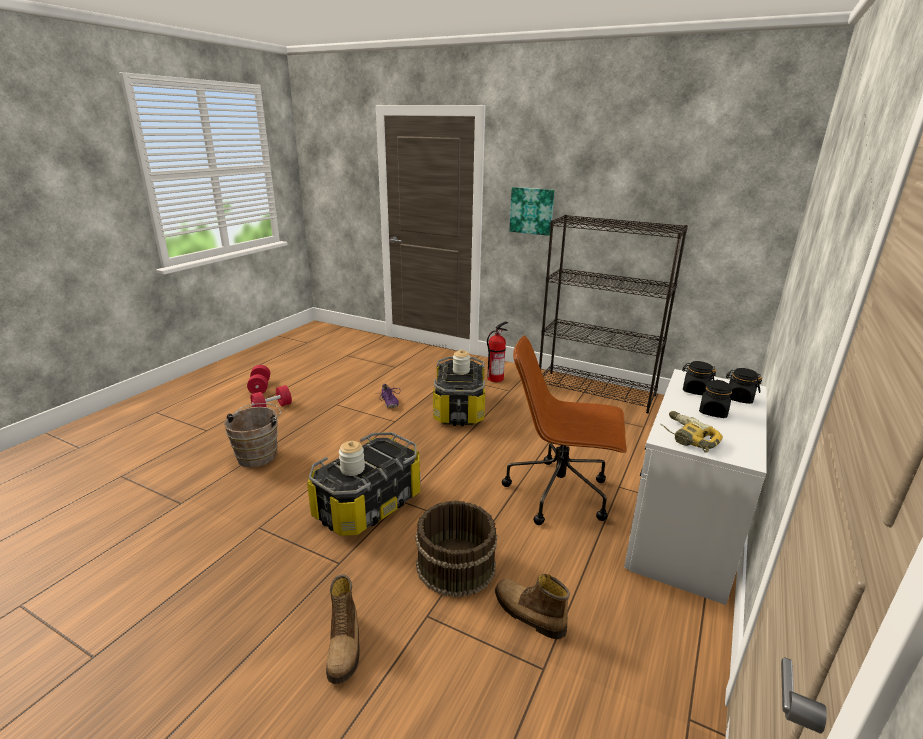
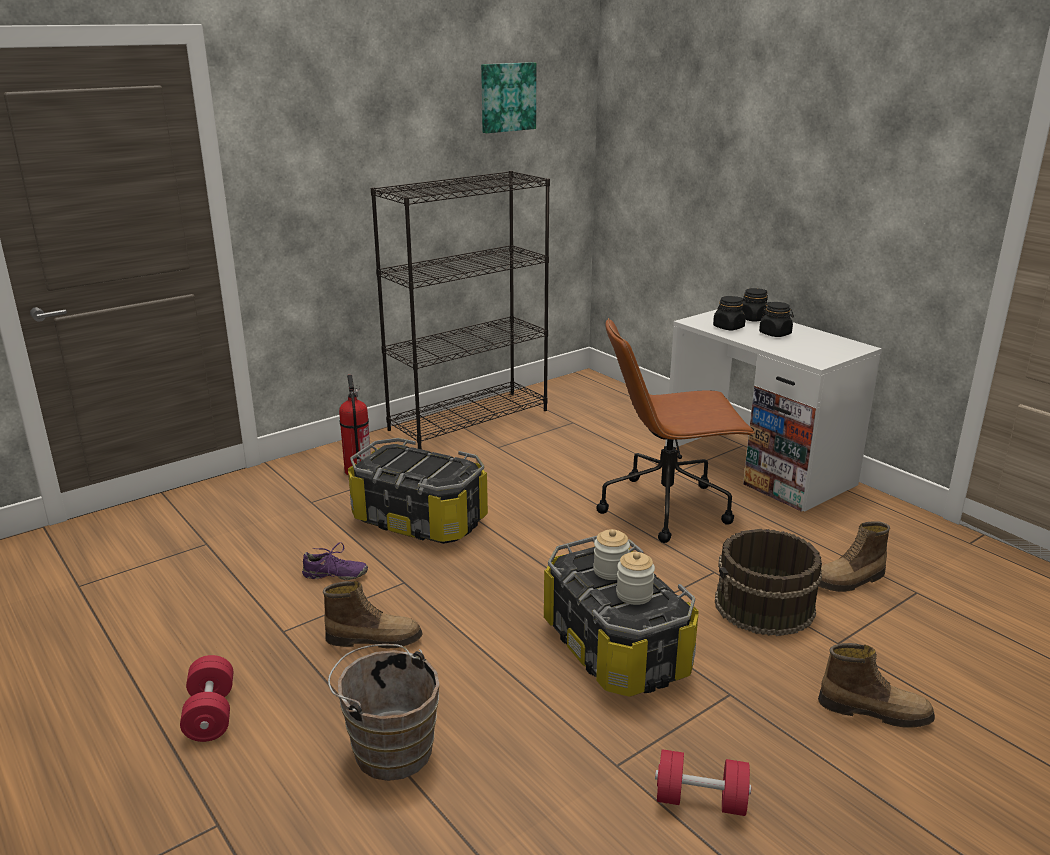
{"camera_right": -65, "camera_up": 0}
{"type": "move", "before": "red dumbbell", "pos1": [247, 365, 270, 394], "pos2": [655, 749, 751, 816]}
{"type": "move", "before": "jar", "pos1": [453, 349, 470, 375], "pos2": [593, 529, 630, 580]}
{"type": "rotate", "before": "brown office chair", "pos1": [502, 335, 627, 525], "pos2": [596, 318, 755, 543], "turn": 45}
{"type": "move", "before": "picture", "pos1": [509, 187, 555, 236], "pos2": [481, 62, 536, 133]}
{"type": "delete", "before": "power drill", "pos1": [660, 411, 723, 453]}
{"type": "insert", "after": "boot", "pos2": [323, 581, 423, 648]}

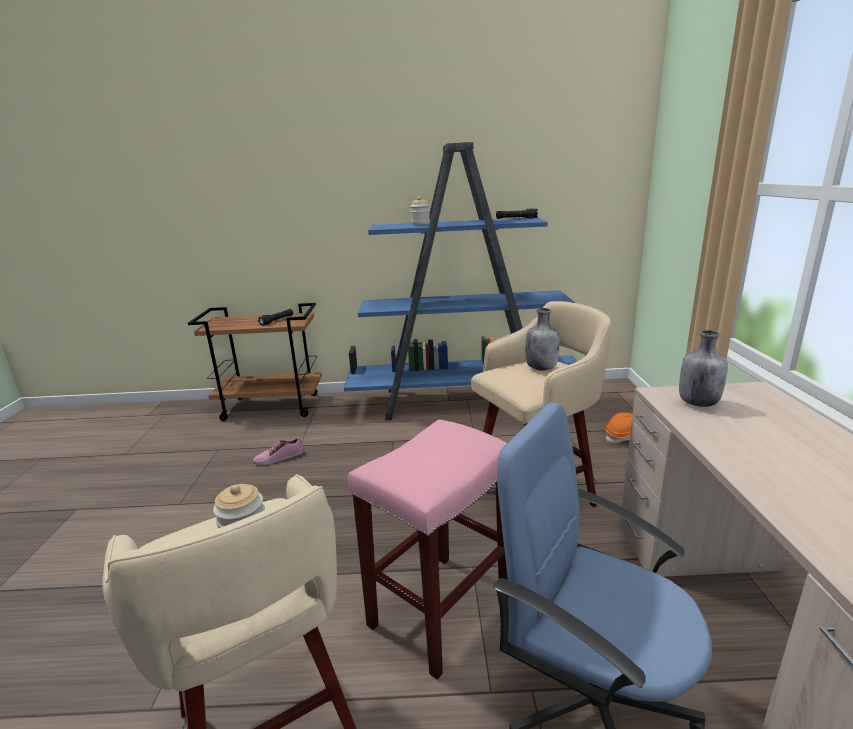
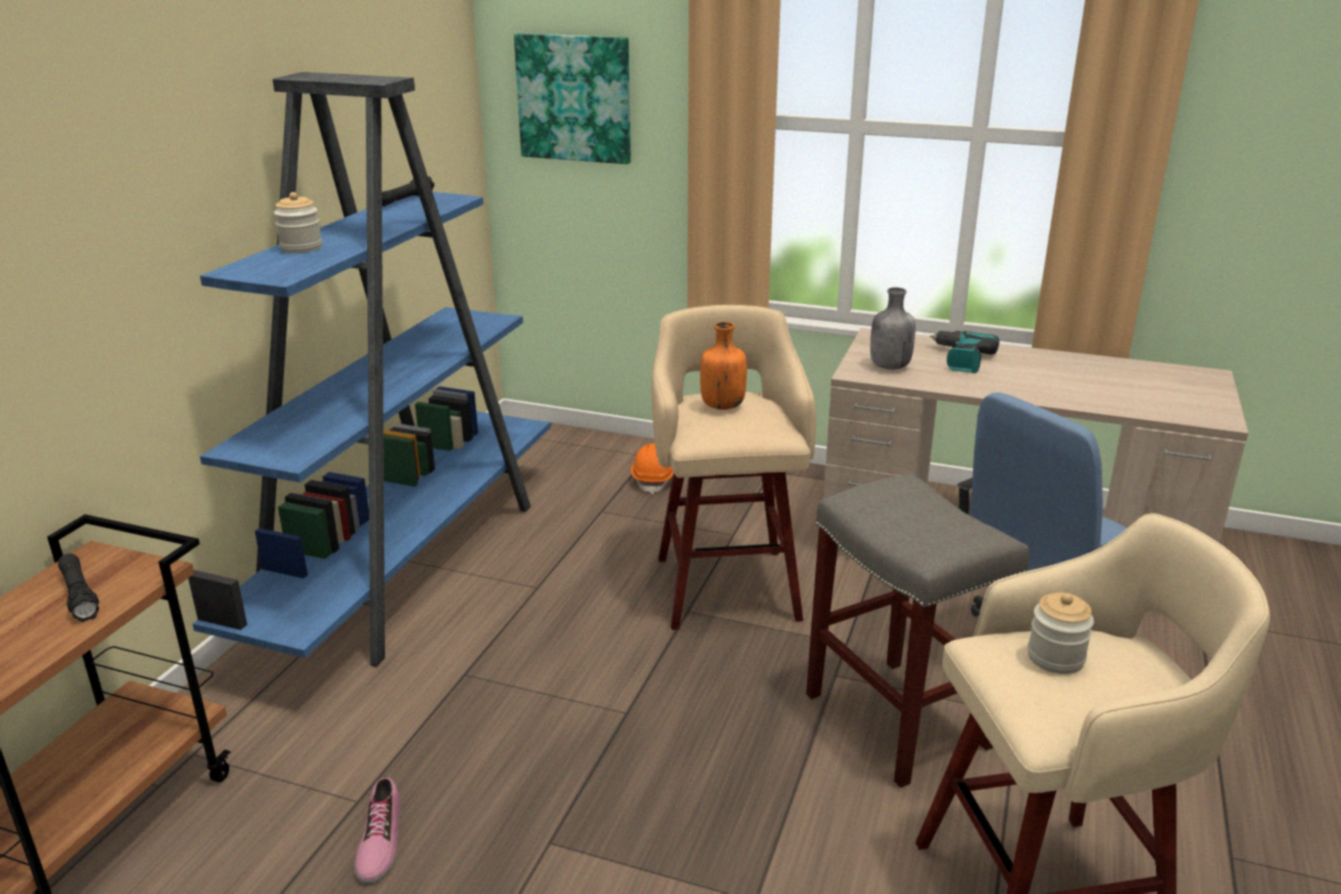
{"camera_right": -70, "camera_up": 5}
{"type": "recolor", "before": "pink stool", "after": "grey stool", "pos1": [348, 419, 510, 680], "pos2": [806, 474, 1029, 788]}
{"type": "recolor", "before": "grey bottle", "after": "orange bottle", "pos1": [526, 308, 560, 371], "pos2": [700, 322, 747, 410]}
{"type": "insert", "after": "picture", "pos2": [514, 33, 631, 164]}
{"type": "insert", "after": "power drill", "pos2": [930, 331, 999, 373]}

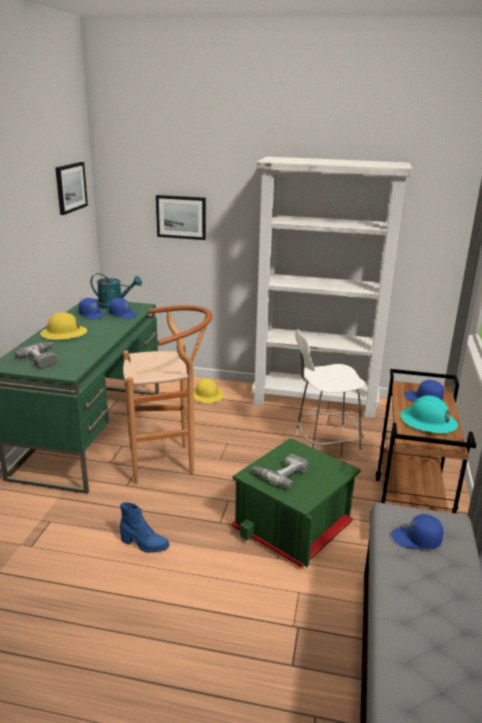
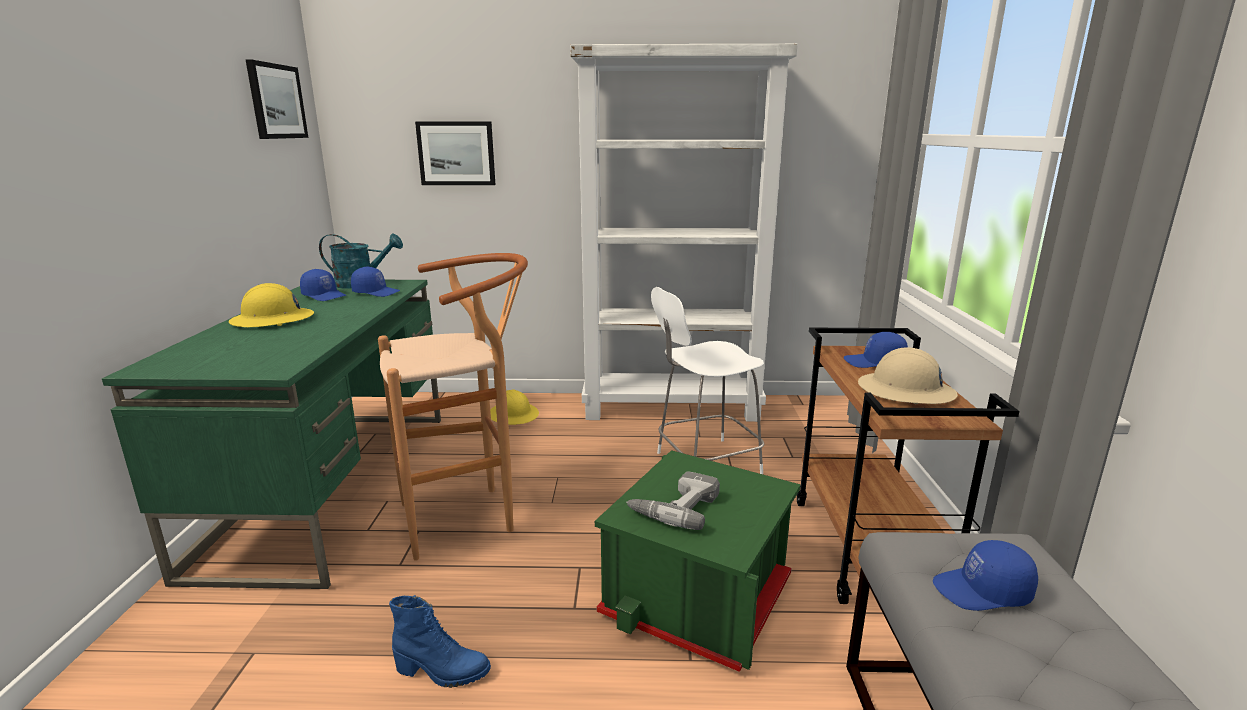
{"camera_right": -10, "camera_up": -5}
{"type": "delete", "before": "power drill", "pos1": [15, 342, 58, 369]}
{"type": "recolor", "before": "turquoise hard hat", "after": "beige hard hat", "pos1": [401, 396, 458, 433], "pos2": [858, 347, 958, 404]}

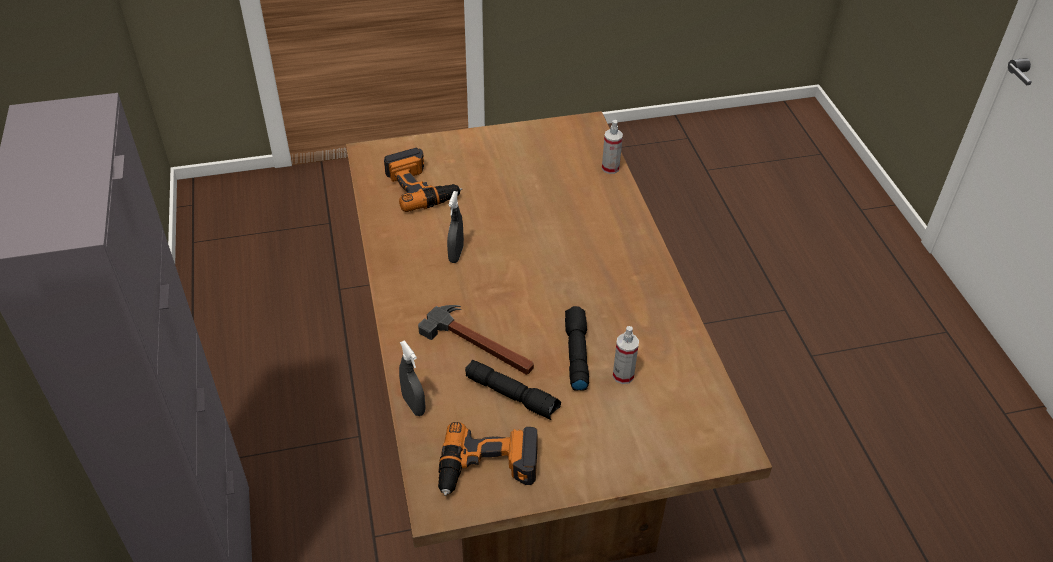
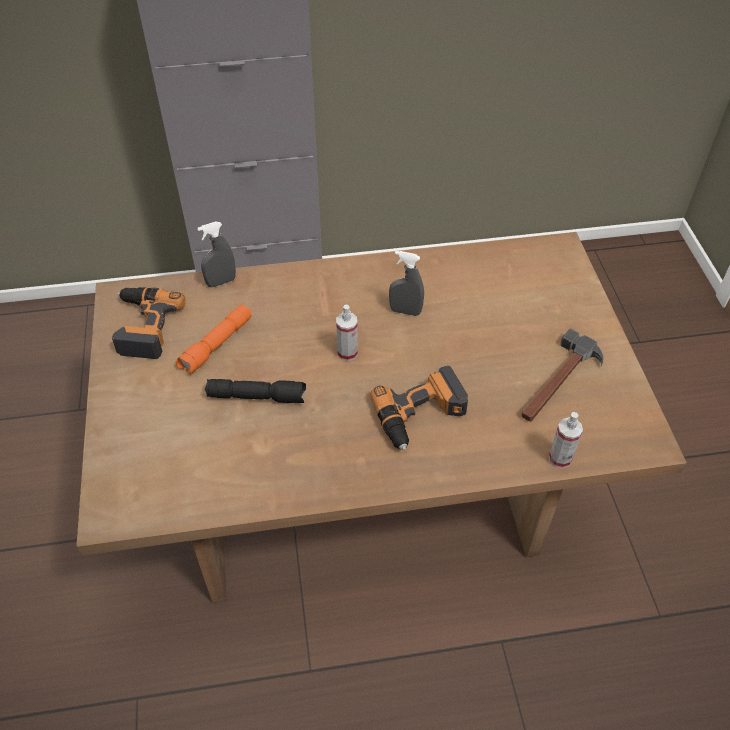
{"camera_right": 95, "camera_up": 5}
{"type": "move", "before": "power drill", "pos1": [384, 148, 462, 212], "pos2": [370, 366, 468, 450]}
{"type": "move", "before": "hammer", "pos1": [418, 305, 534, 375], "pos2": [521, 329, 604, 422]}
{"type": "recolor", "before": "black flashlight", "after": "orange flashlight", "pos1": [465, 360, 561, 420], "pos2": [176, 304, 252, 375]}
{"type": "move", "before": "spray bottle", "pos1": [613, 326, 639, 384], "pos2": [336, 305, 358, 361]}

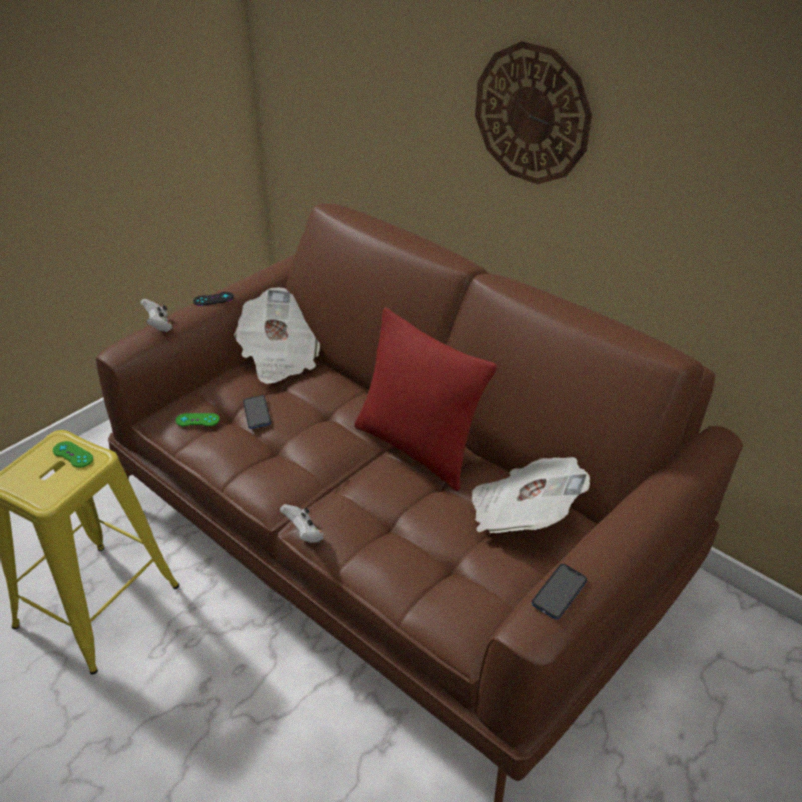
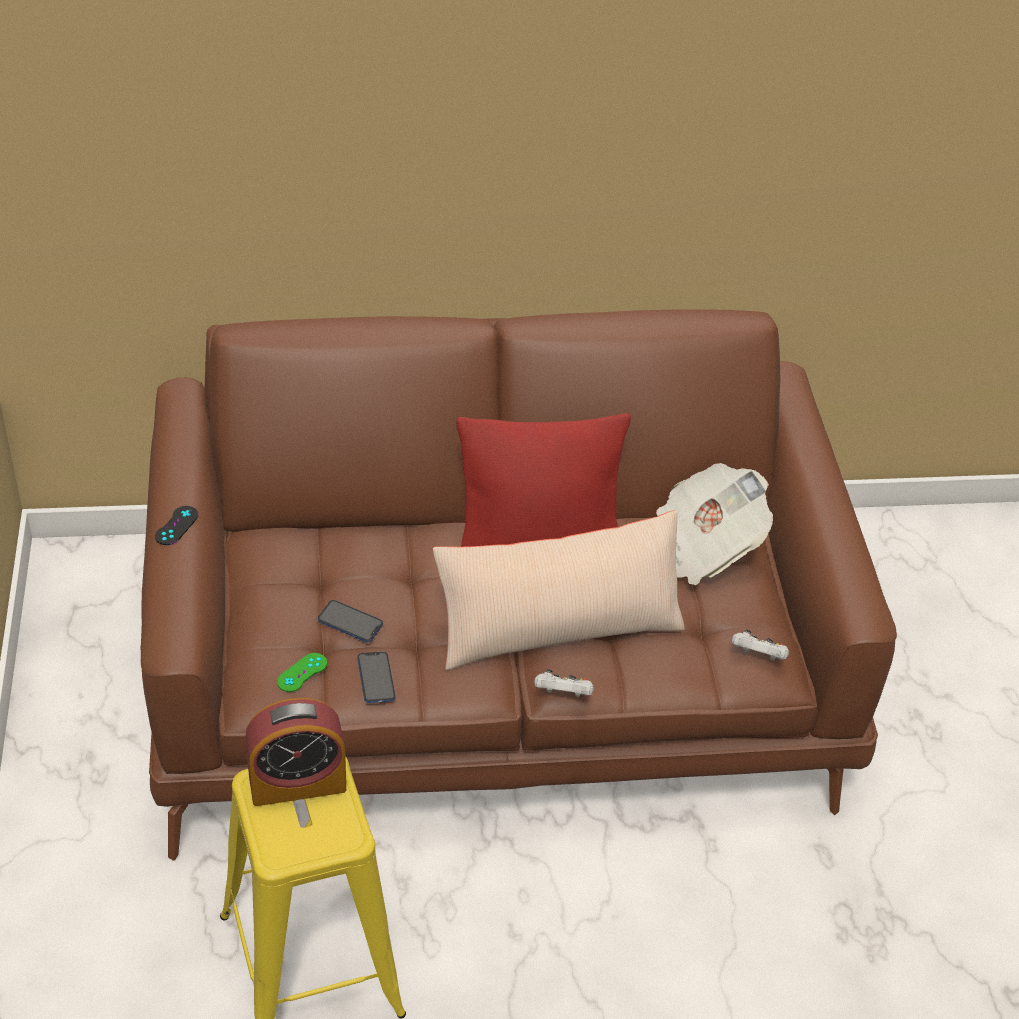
{"camera_right": -50, "camera_up": 5}
{"type": "replace", "before": "green game controller", "after": "alarm clock", "pos1": [53, 441, 93, 468], "pos2": [245, 698, 346, 806]}
{"type": "move", "before": "white game controller", "pos1": [141, 299, 172, 332], "pos2": [732, 629, 789, 661]}
{"type": "delete", "before": "newspaper", "pos1": [234, 287, 320, 384]}
{"type": "delete", "before": "wall clock", "pos1": [475, 41, 592, 184]}
{"type": "move", "before": "phone", "pos1": [532, 564, 587, 620], "pos2": [357, 652, 396, 703]}
{"type": "insert", "after": "beige pillow", "pos2": [433, 510, 685, 670]}

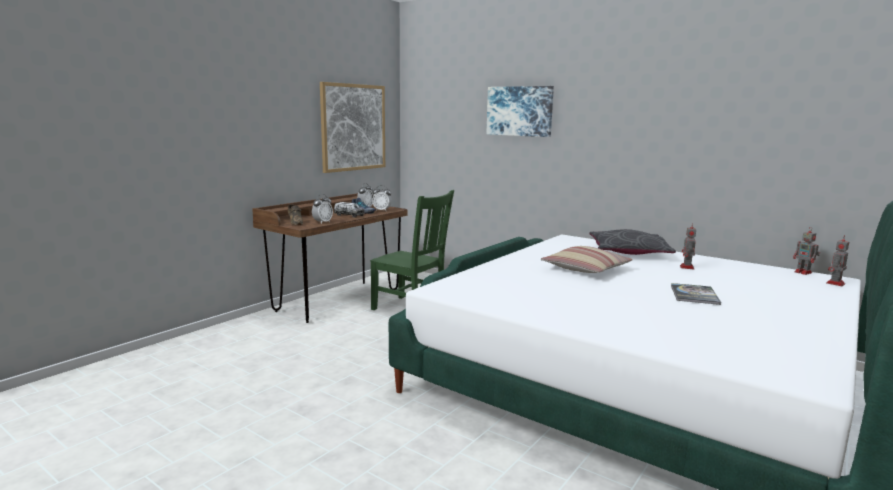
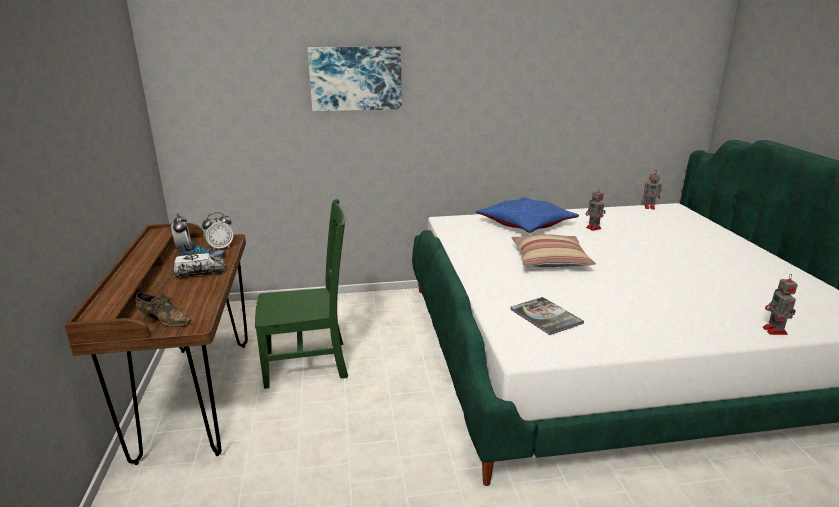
{"camera_right": -45, "camera_up": 10}
{"type": "delete", "before": "alarm clock", "pos1": [312, 194, 333, 224]}
{"type": "delete", "before": "picture", "pos1": [320, 82, 385, 173]}
{"type": "recolor", "before": "grey pillow", "after": "blue pillow", "pos1": [589, 229, 676, 255], "pos2": [476, 197, 579, 233]}
{"type": "move", "before": "book", "pos1": [671, 283, 721, 305], "pos2": [510, 297, 584, 335]}
{"type": "move", "before": "toy robot", "pos1": [826, 235, 849, 286], "pos2": [763, 274, 798, 335]}

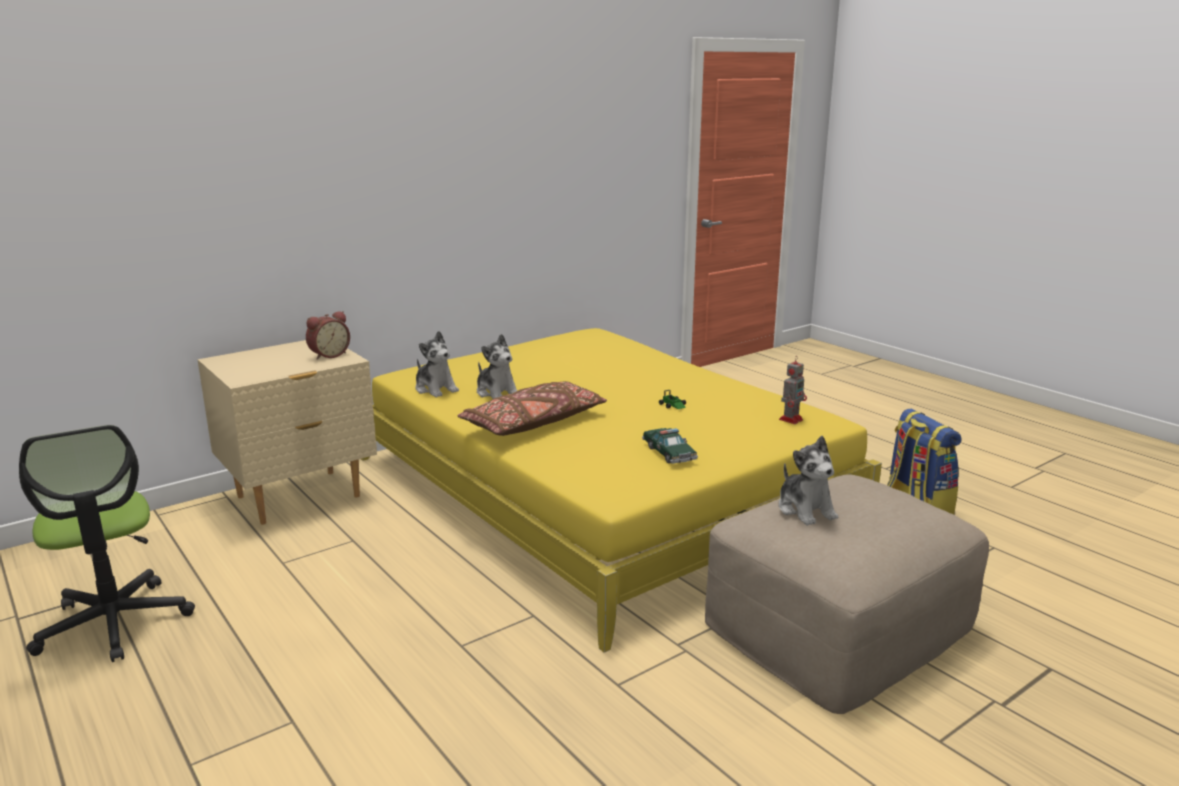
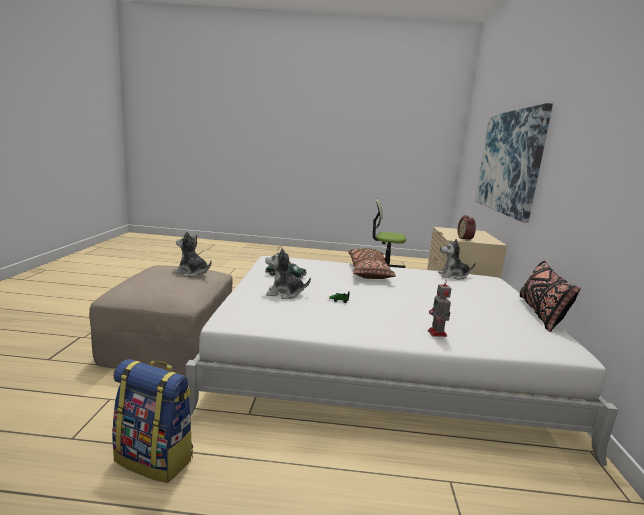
{"camera_right": 130, "camera_up": -5}
{"type": "recolor", "before": "yellow bed", "after": "white bed", "pos1": [361, 328, 882, 653], "pos2": [185, 256, 618, 466]}
{"type": "move", "before": "plush toy", "pos1": [477, 334, 517, 399], "pos2": [265, 248, 311, 299]}
{"type": "move", "before": "toy robot", "pos1": [779, 357, 807, 424], "pos2": [428, 279, 451, 337]}
{"type": "insert", "after": "picture", "pos2": [475, 103, 553, 223]}
{"type": "insert", "after": "black pillow", "pos2": [520, 261, 581, 332]}

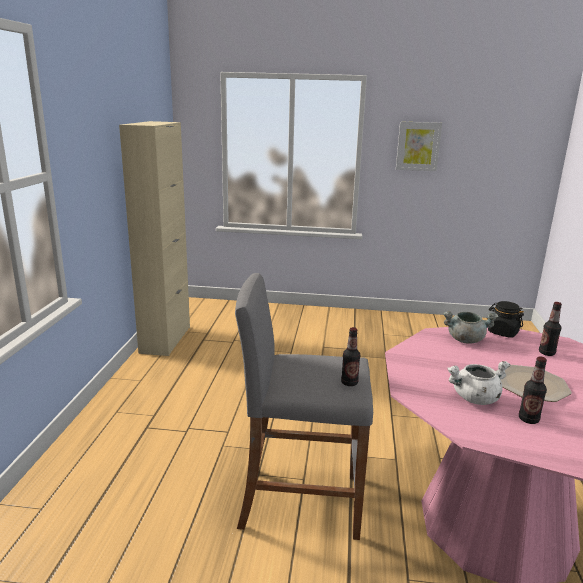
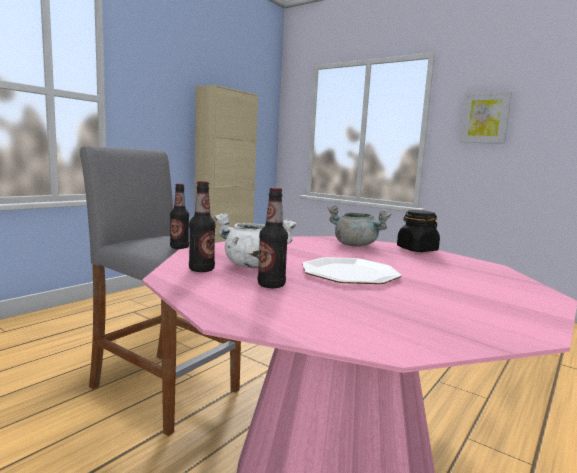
{"camera_right": 30, "camera_up": -10}
{"type": "move", "before": "bottle", "pos1": [539, 302, 562, 356], "pos2": [189, 181, 216, 272]}

